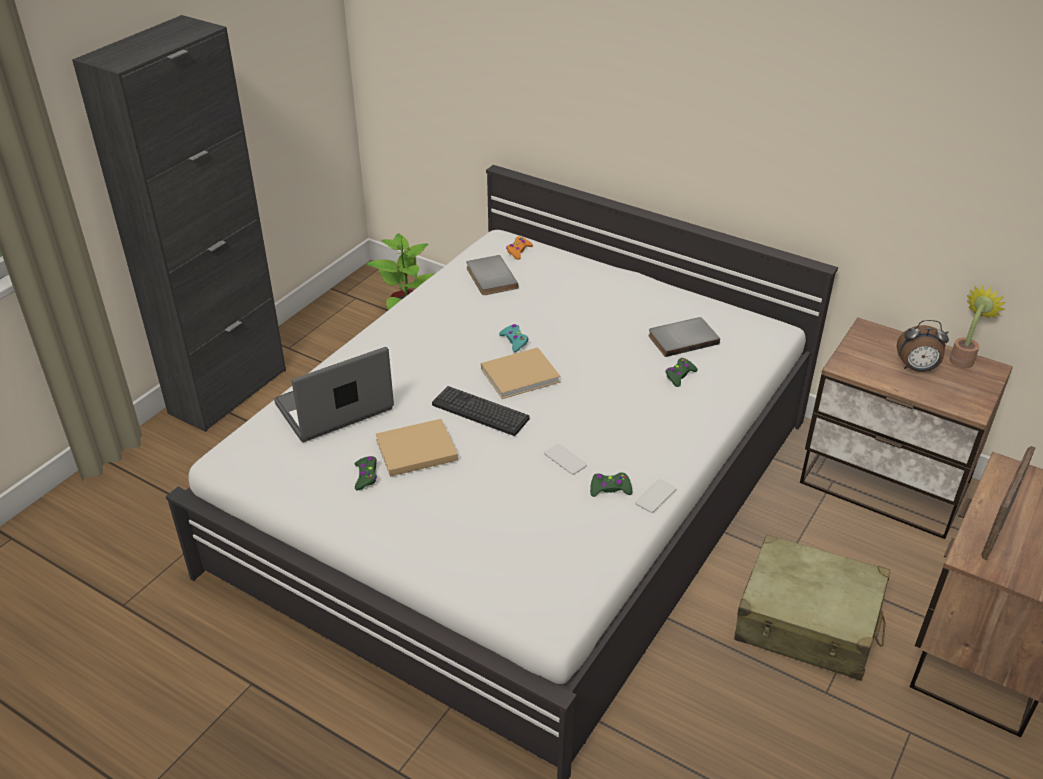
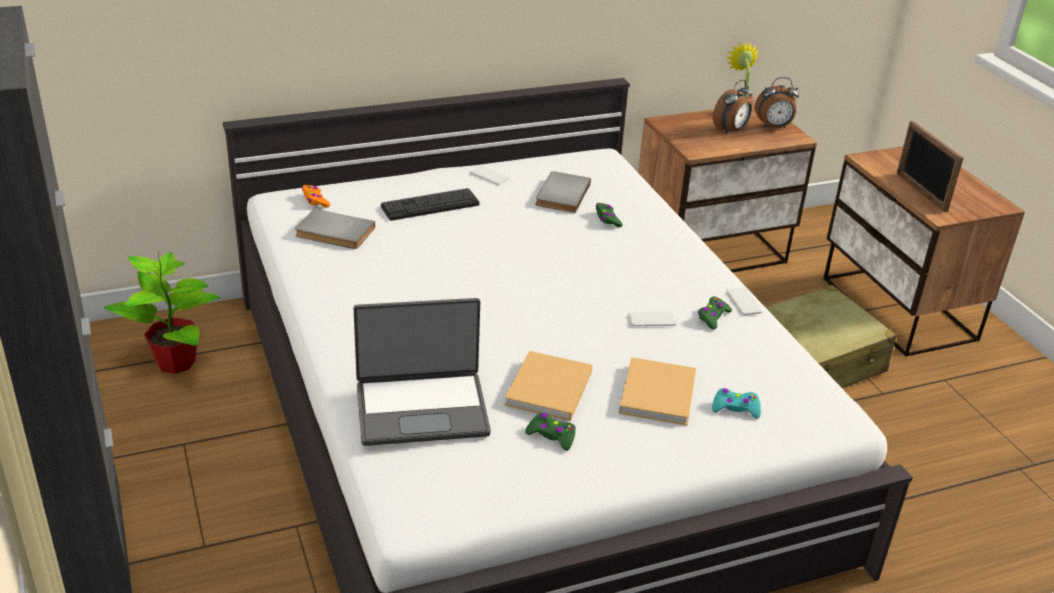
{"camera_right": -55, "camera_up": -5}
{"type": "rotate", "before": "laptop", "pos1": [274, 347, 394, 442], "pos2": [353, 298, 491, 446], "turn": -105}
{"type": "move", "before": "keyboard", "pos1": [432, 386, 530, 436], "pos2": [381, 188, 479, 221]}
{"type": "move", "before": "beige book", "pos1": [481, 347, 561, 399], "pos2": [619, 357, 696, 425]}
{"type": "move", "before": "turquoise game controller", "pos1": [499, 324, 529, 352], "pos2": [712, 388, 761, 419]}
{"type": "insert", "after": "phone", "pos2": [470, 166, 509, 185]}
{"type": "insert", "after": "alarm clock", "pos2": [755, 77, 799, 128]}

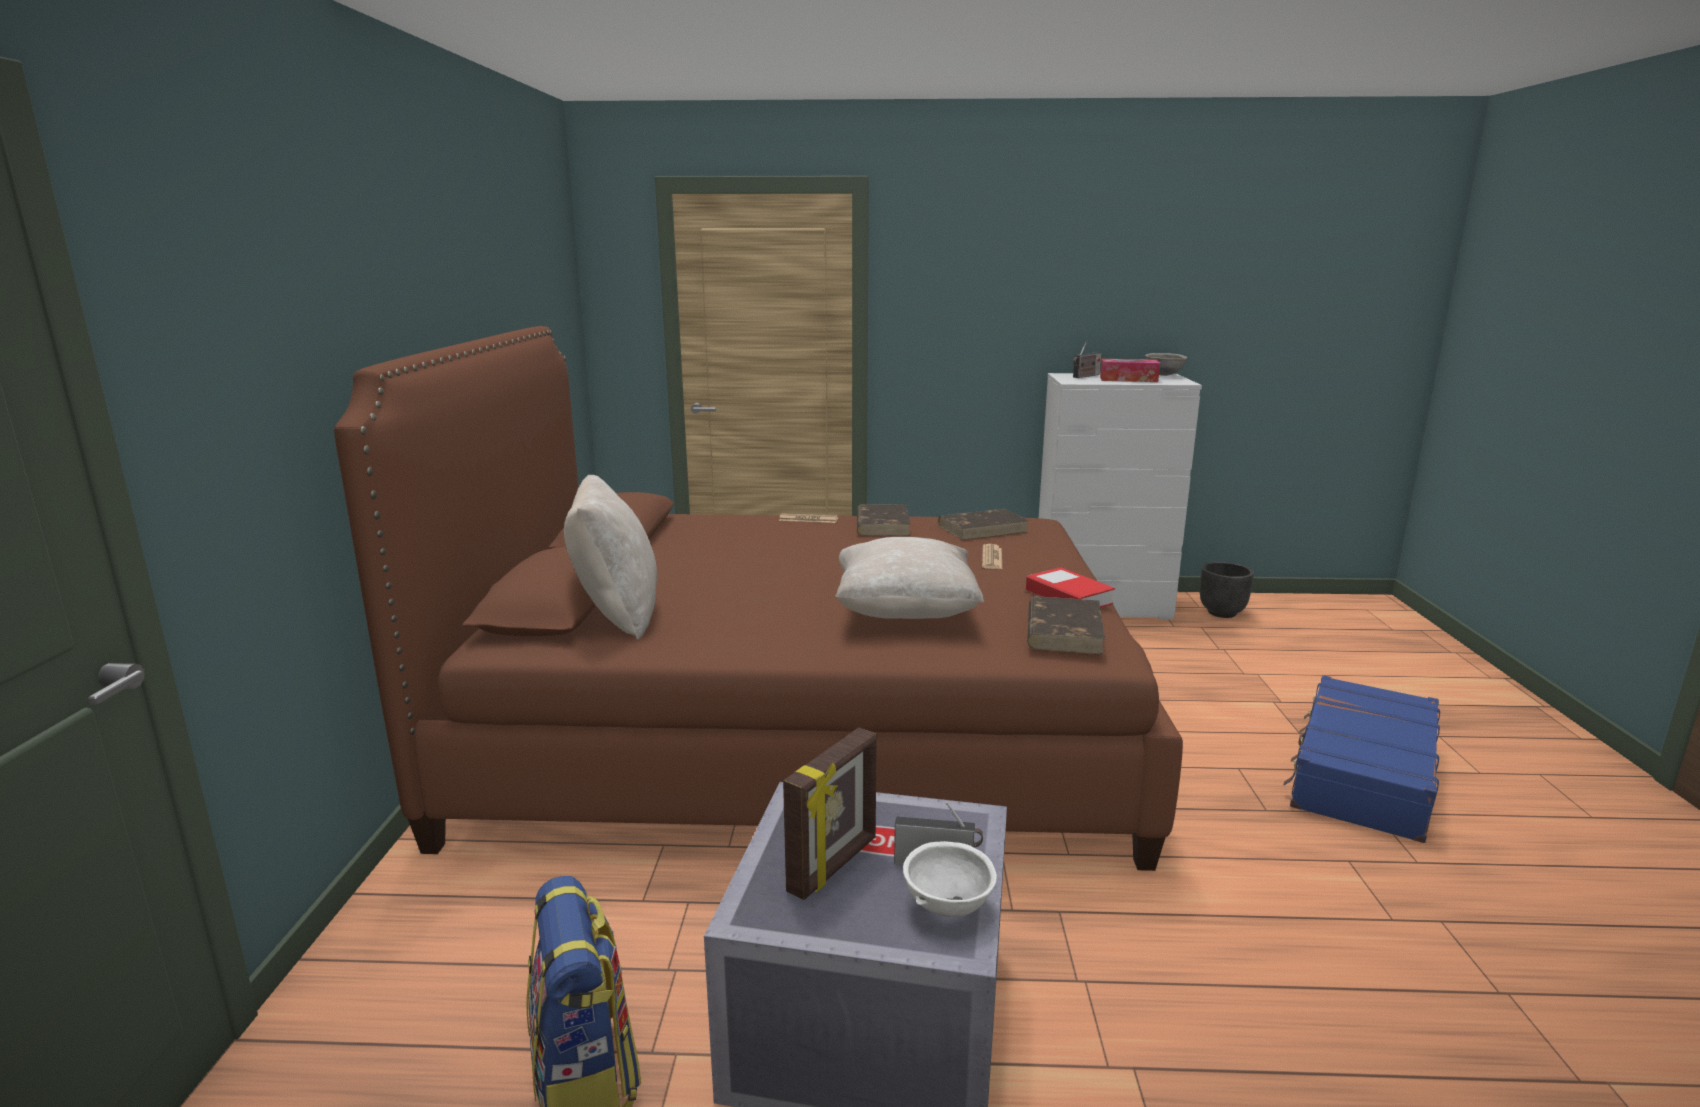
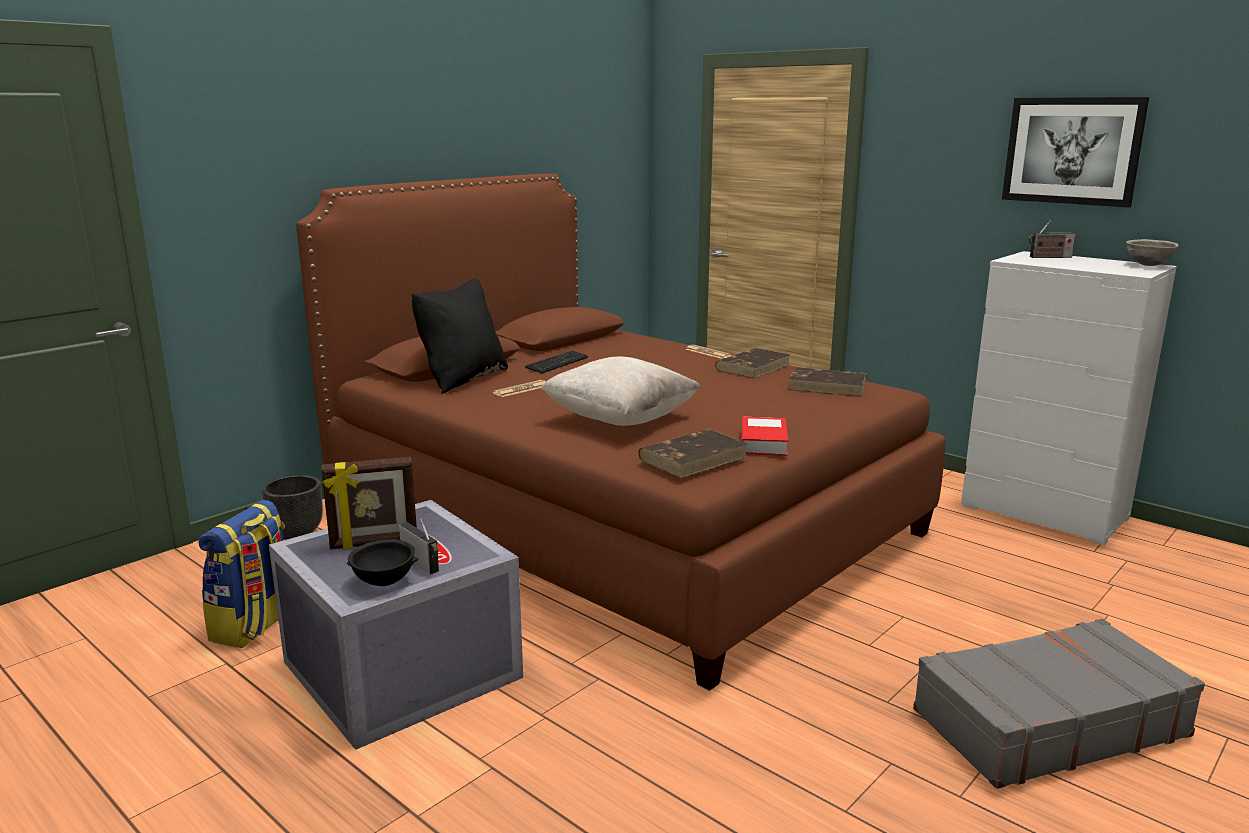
{"camera_right": 40, "camera_up": 0}
{"type": "recolor", "before": "beige pillow", "after": "black pillow", "pos1": [564, 475, 657, 640], "pos2": [411, 279, 508, 394]}
{"type": "recolor", "before": "white bowl", "after": "black bowl", "pos1": [903, 841, 997, 917], "pos2": [347, 539, 418, 586]}
{"type": "move", "before": "newspaper", "pos1": [982, 544, 1002, 569], "pos2": [492, 380, 546, 397]}
{"type": "delete", "before": "tissue box", "pos1": [1100, 359, 1160, 382]}
{"type": "move", "before": "black planter", "pos1": [1200, 562, 1254, 618], "pos2": [262, 475, 323, 540]}
{"type": "recolor", "before": "blue suitcase", "after": "grey suitcase", "pos1": [1283, 675, 1440, 843], "pos2": [913, 619, 1205, 789]}
{"type": "insert", "after": "keyboard", "pos2": [525, 350, 588, 373]}
{"type": "insert", "after": "picture", "pos2": [1002, 97, 1149, 207]}

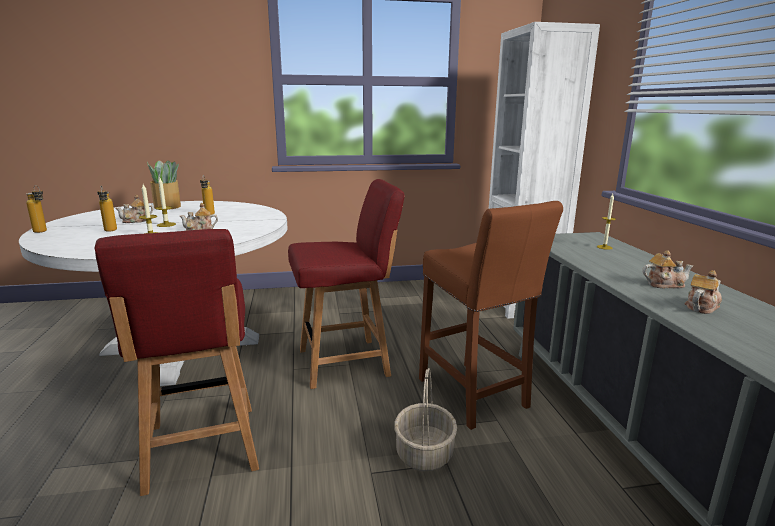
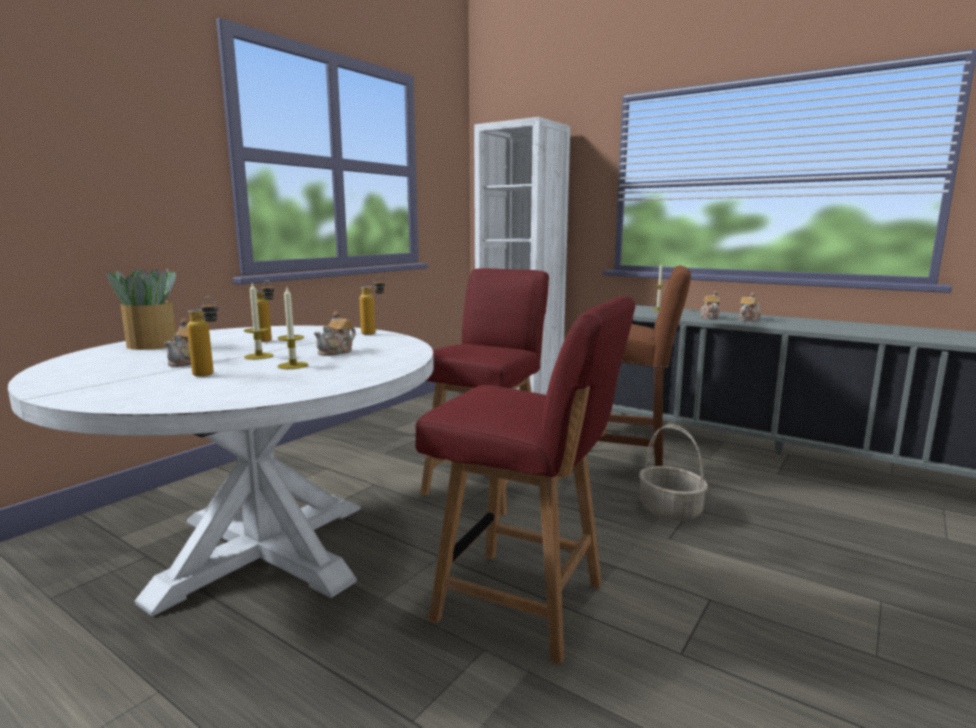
{"camera_right": -45, "camera_up": -5}
{"type": "move", "before": "bottle", "pos1": [26, 185, 47, 233], "pos2": [360, 276, 386, 335]}
{"type": "move", "before": "teapot", "pos1": [684, 270, 722, 314], "pos2": [700, 291, 721, 319]}

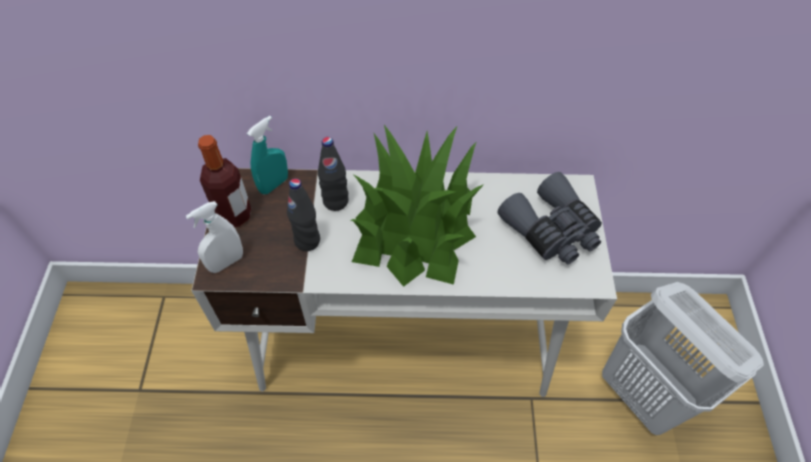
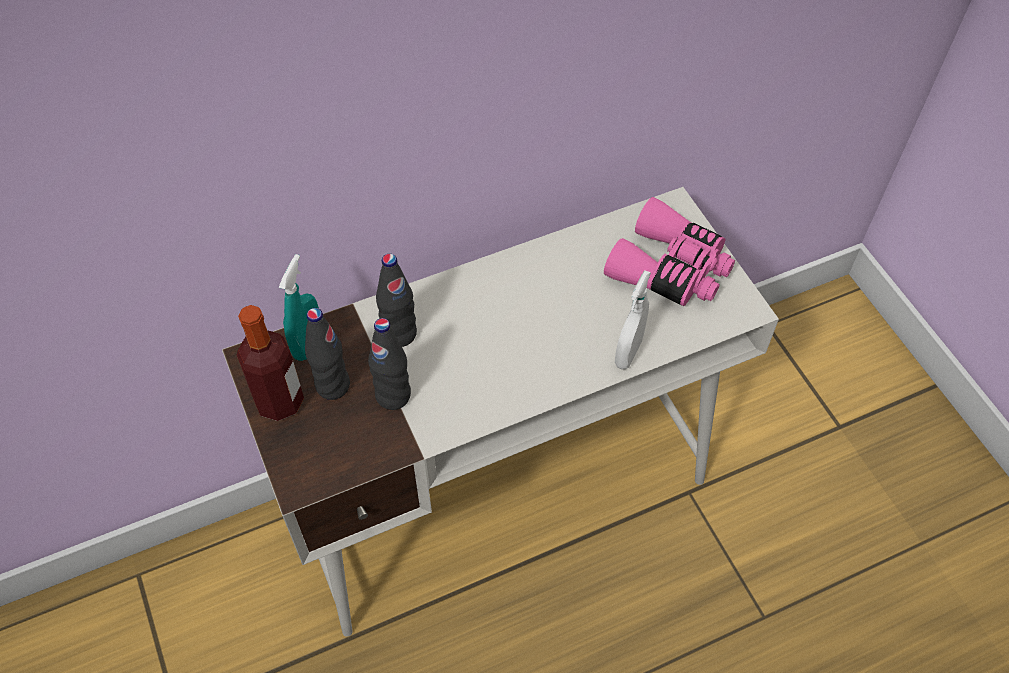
{"camera_right": -25, "camera_up": 0}
{"type": "move", "before": "white spray bottle", "pos1": [186, 201, 243, 273], "pos2": [615, 270, 651, 369]}
{"type": "delete", "before": "potted plant", "pos1": [350, 125, 484, 287]}
{"type": "recolor", "before": "grey binoculars", "after": "pink binoculars", "pos1": [497, 172, 602, 264], "pos2": [604, 197, 735, 306]}
{"type": "delete", "before": "white laundry basket", "pos1": [602, 282, 764, 435]}
{"type": "insert", "after": "black bottle", "pos2": [305, 308, 350, 400]}

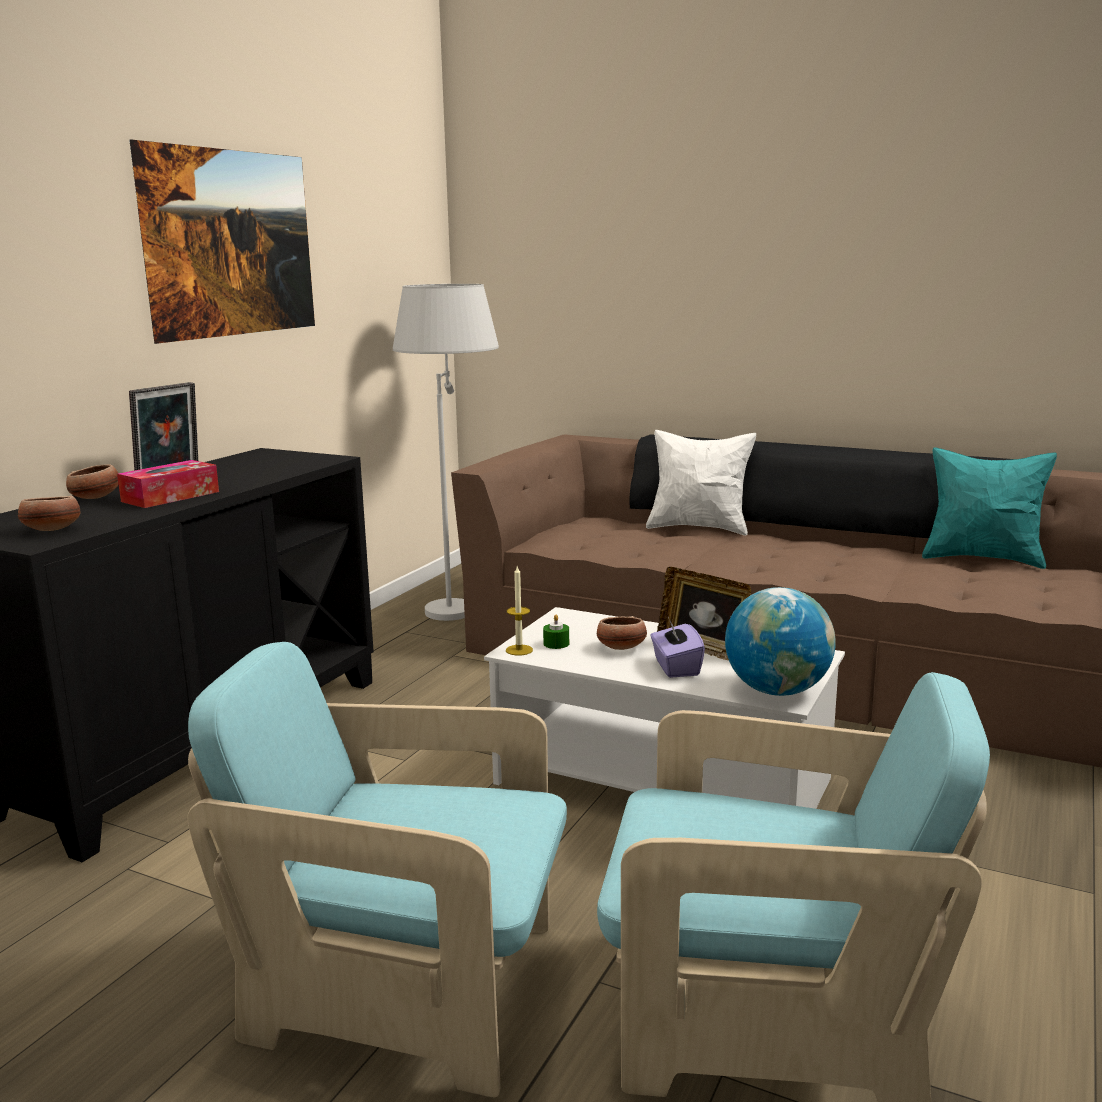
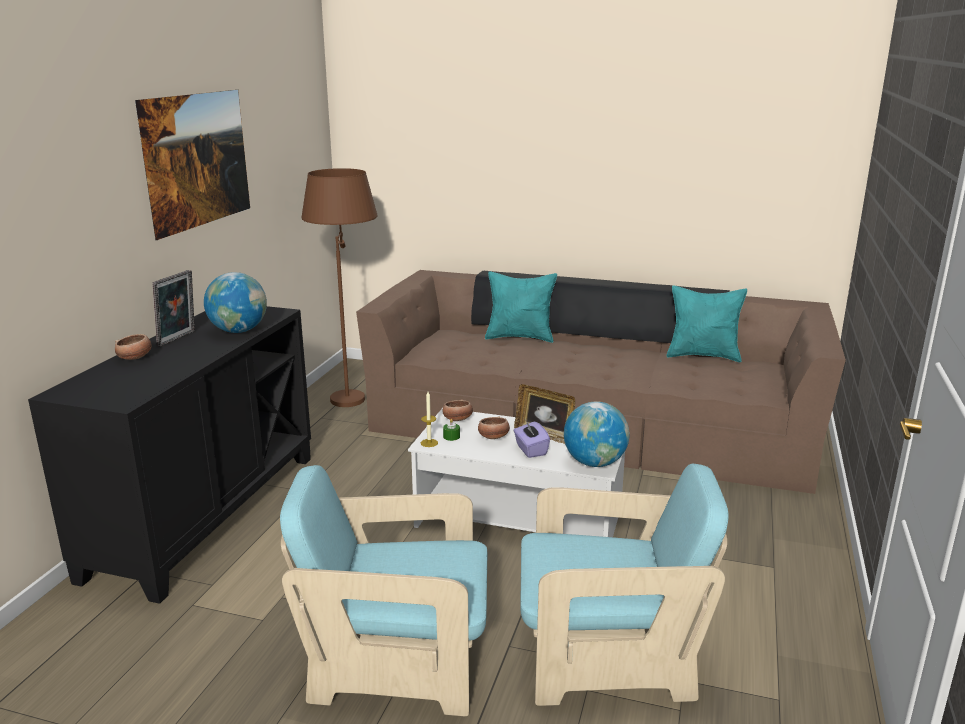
{"camera_right": -10, "camera_up": 5}
{"type": "move", "before": "bowl", "pos1": [18, 496, 80, 531], "pos2": [443, 399, 473, 421]}
{"type": "delete", "before": "tissue box", "pos1": [117, 460, 219, 508]}
{"type": "recolor", "before": "white floor lamp", "after": "brown floor lamp", "pos1": [393, 284, 499, 621], "pos2": [301, 168, 377, 407]}
{"type": "recolor", "before": "white pillow", "after": "turquoise pillow", "pos1": [646, 430, 756, 535], "pos2": [485, 271, 557, 343]}
{"type": "insert", "after": "globe", "pos2": [204, 272, 267, 333]}

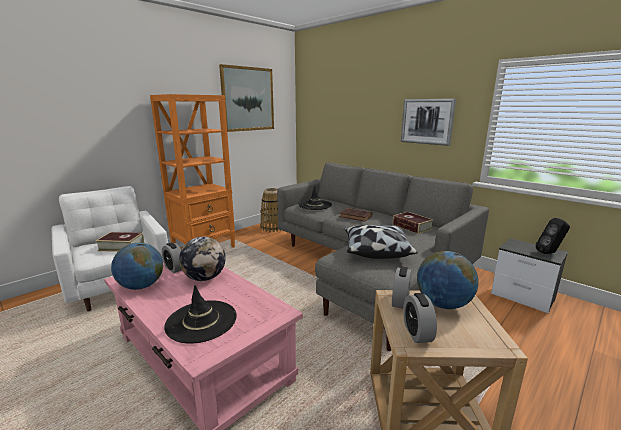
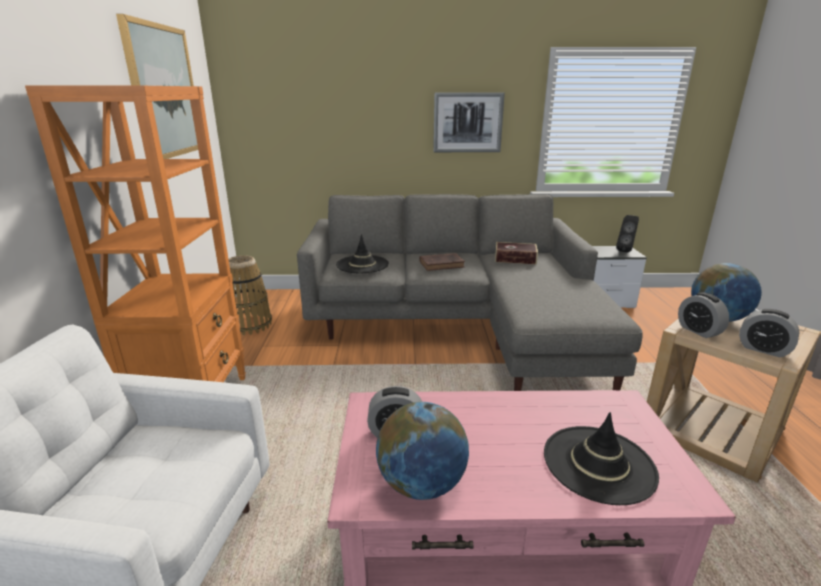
{"camera_right": -45, "camera_up": 5}
{"type": "delete", "before": "book", "pos1": [95, 232, 144, 252]}
{"type": "delete", "before": "globe", "pos1": [179, 236, 226, 281]}
{"type": "delete", "before": "pillow", "pos1": [345, 225, 418, 259]}

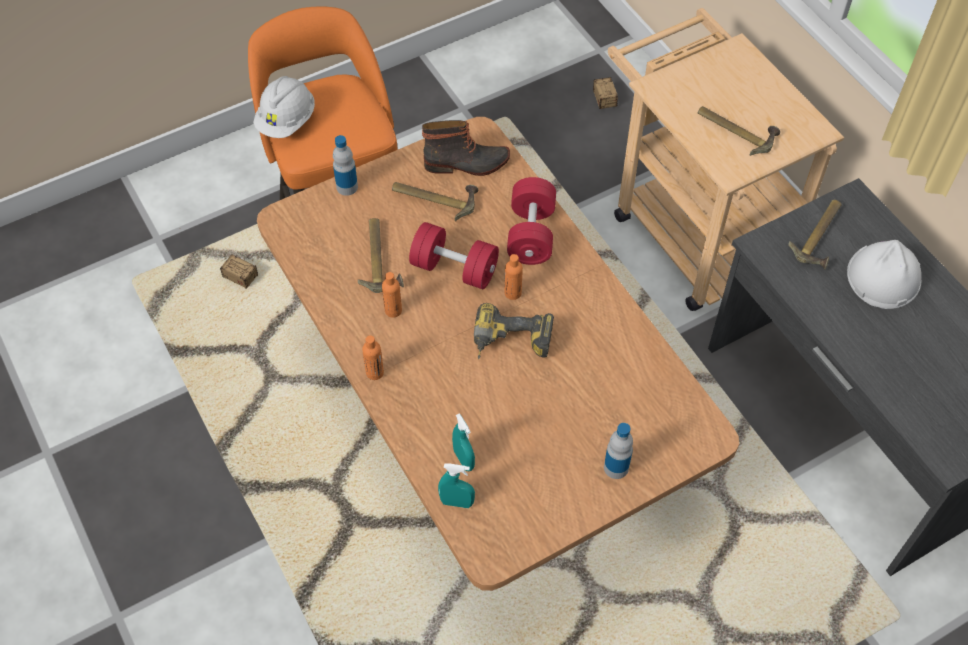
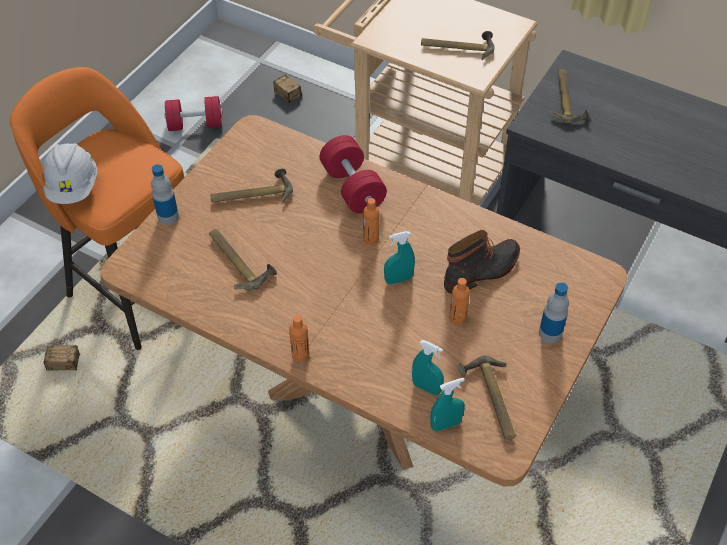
{"camera_right": -30, "camera_up": -5}
{"type": "move", "before": "orange bottle", "pos1": [382, 272, 402, 318], "pos2": [449, 278, 470, 325]}
{"type": "move", "before": "red dumbbell", "pos1": [409, 222, 499, 289], "pos2": [164, 96, 223, 131]}
{"type": "move", "before": "boot", "pos1": [422, 120, 510, 176], "pos2": [444, 230, 520, 294]}
{"type": "replace", "before": "power drill", "after": "turquoise spray bottle", "pos1": [474, 303, 554, 360], "pos2": [384, 231, 415, 284]}
{"type": "delete", "before": "white hard hat", "pos1": [847, 240, 921, 309]}
{"type": "insert", "after": "hammer", "pos2": [458, 355, 516, 440]}

